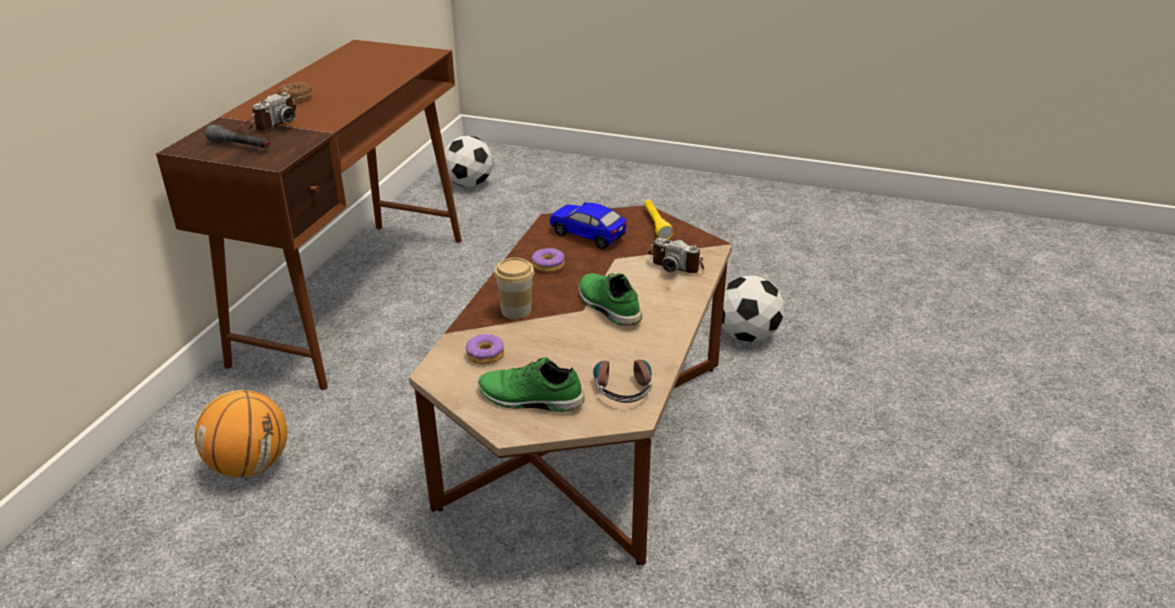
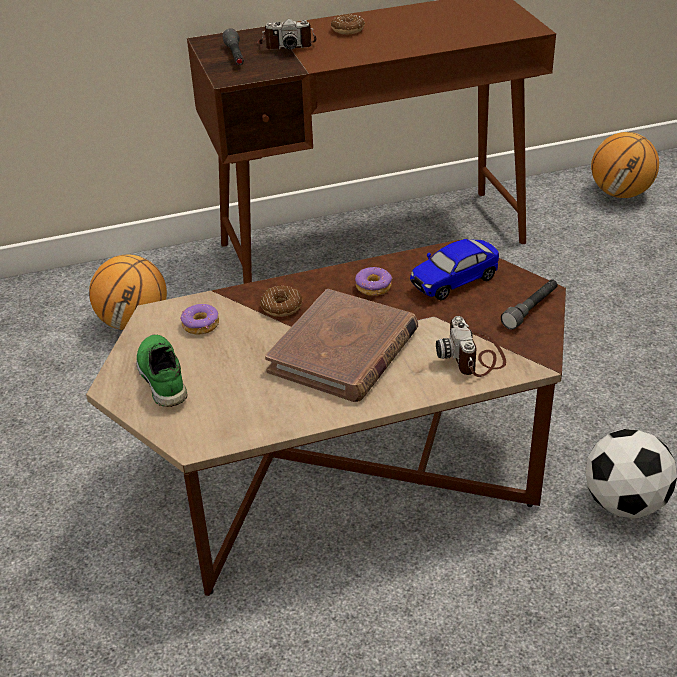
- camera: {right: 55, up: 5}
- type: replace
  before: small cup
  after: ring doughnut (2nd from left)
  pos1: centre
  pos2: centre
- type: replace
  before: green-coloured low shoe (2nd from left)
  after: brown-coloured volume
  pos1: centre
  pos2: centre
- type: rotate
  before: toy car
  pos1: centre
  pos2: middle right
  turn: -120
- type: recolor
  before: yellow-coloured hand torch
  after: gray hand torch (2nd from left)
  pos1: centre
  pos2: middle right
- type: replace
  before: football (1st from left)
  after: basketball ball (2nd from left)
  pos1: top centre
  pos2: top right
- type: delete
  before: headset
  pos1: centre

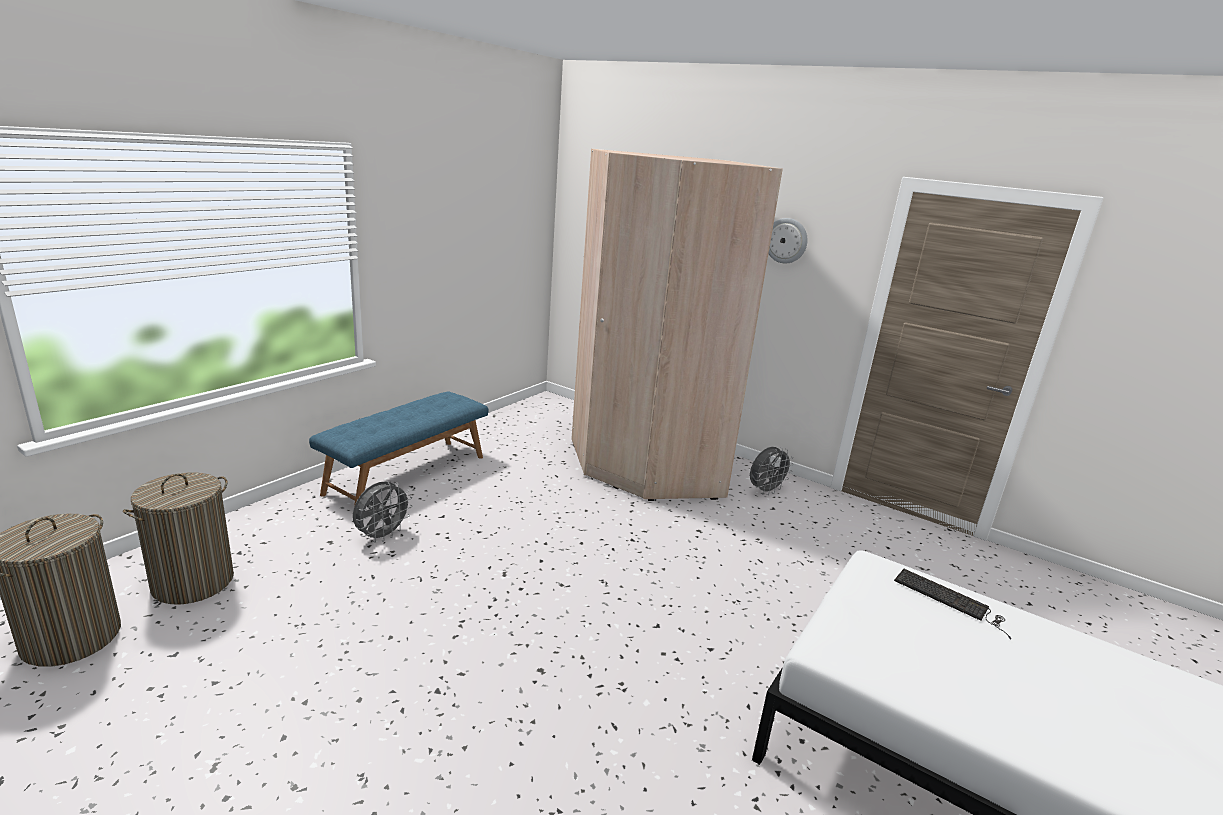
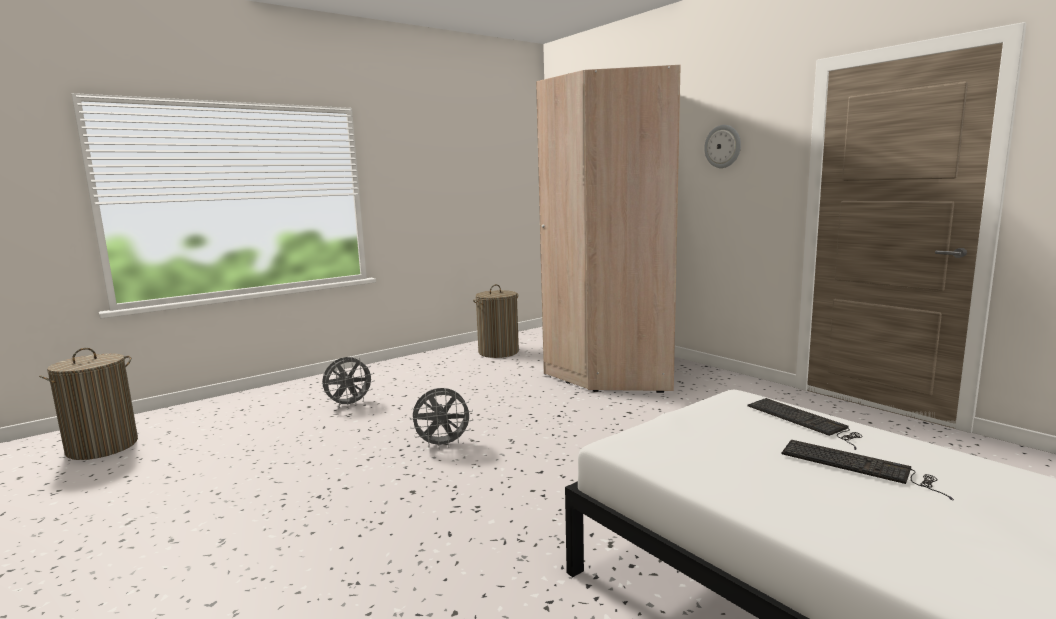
- camera: {right: 20, up: -10}
- type: move
  before: gray electric fan (2nd from left)
  pos1: centre
  pos2: bottom centre
- type: move
  before: washing basket (2nd from left)
  pos1: middle left
  pos2: centre
- type: insert
  after: keyboard (2nd from left)
  pos2: bottom right
- type: delete
  before: blue-coloured long seat
  pos1: middle left

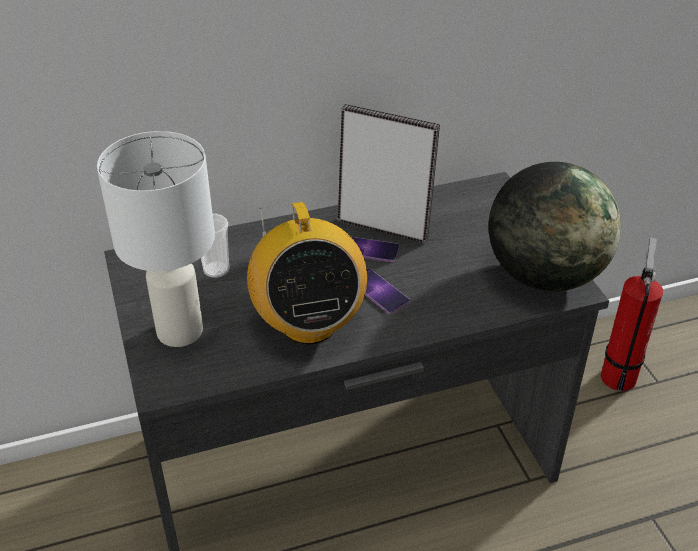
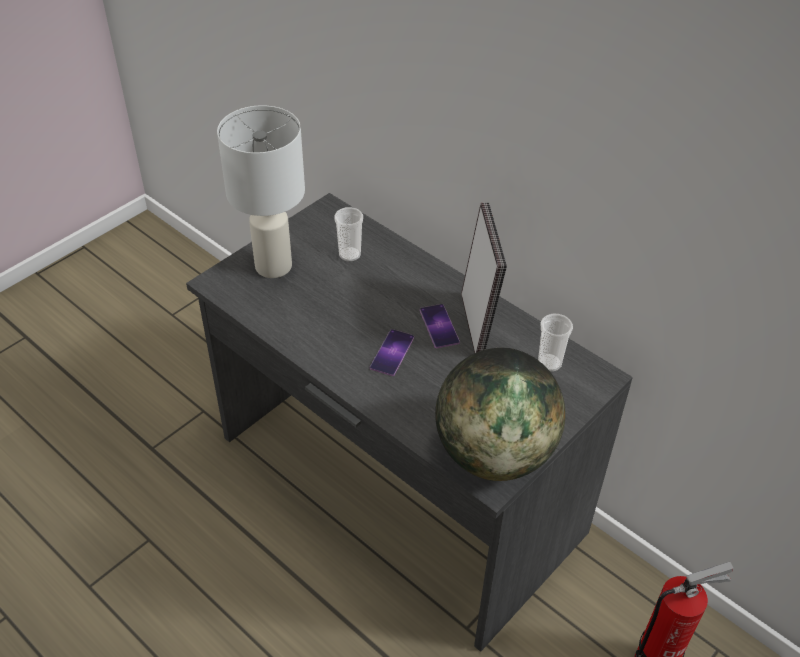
- camera: {right: 60, up: 5}
- type: insert
  after: small cup (2nd from left)
  pos2: middle right
- type: delete
  before: radio
  pos1: centre

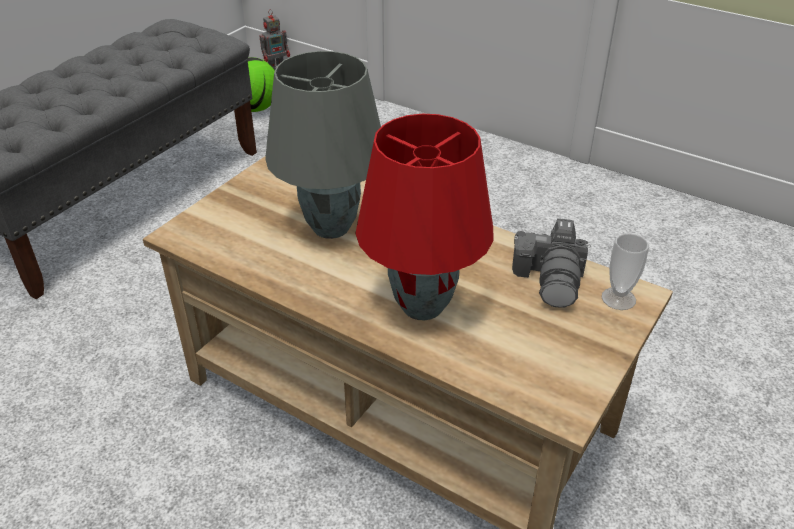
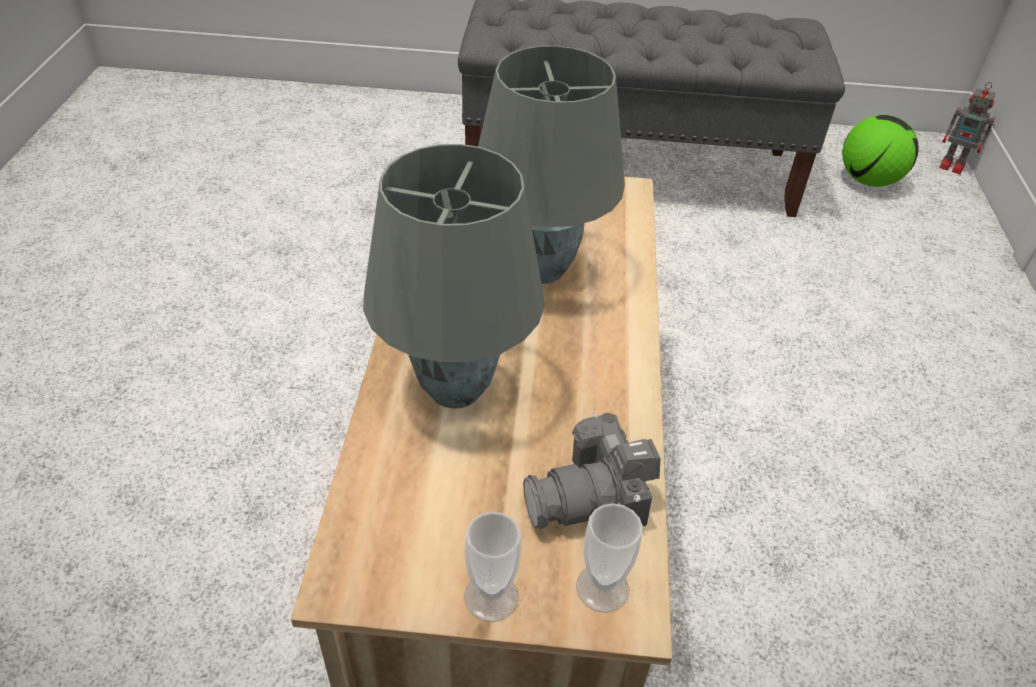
- camera: {right: 60, up: 5}
- type: recolor
  before: red lamp for a table
  after: gray lamp for a table (1st from left)
  pos1: centre
  pos2: centre
- type: insert
  after: small cup (1st from left)
  pos2: bottom centre

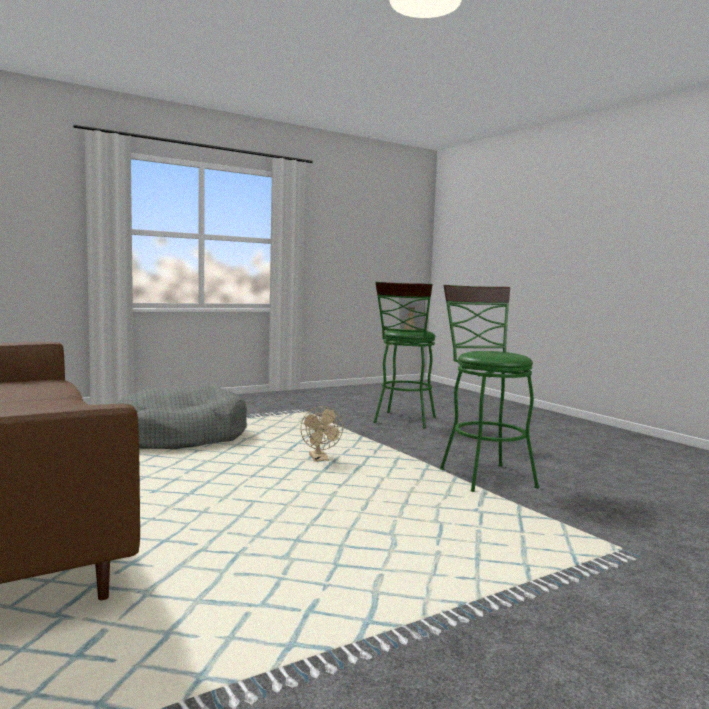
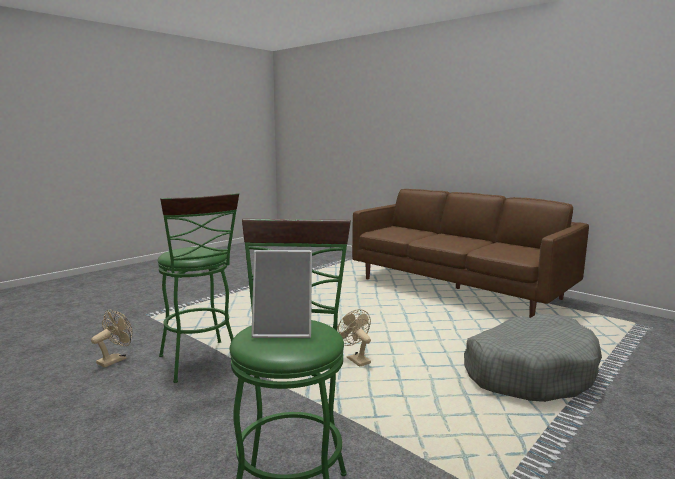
- camera: {right: 165, up: 5}
- type: insert
  after: beige-coloured electric fan (1st from left)
  pos2: bottom left

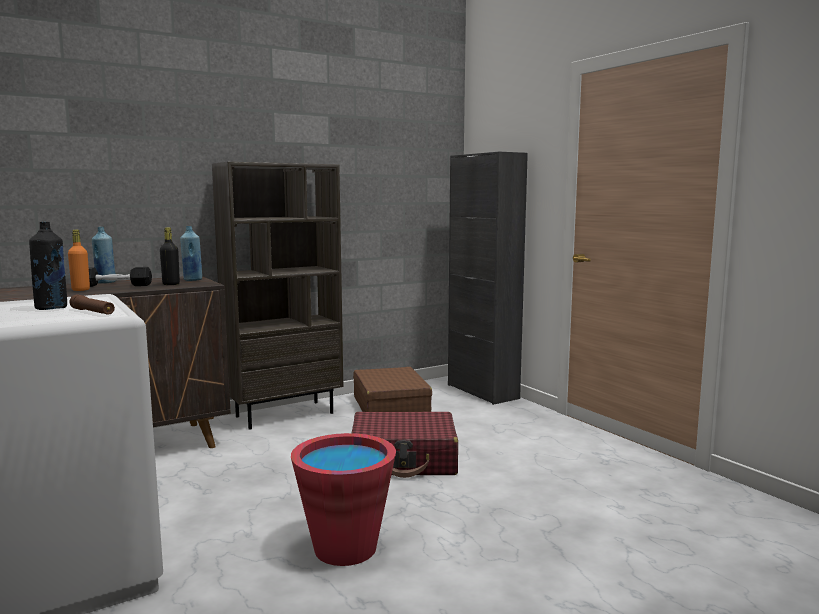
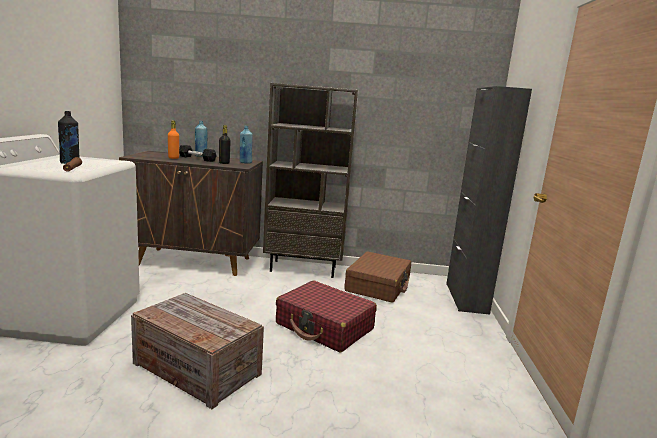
- camera: {right: 35, up: 5}
- type: replace
  before: red water bucket
  after: packing crate
  pos1: bottom centre
  pos2: bottom left

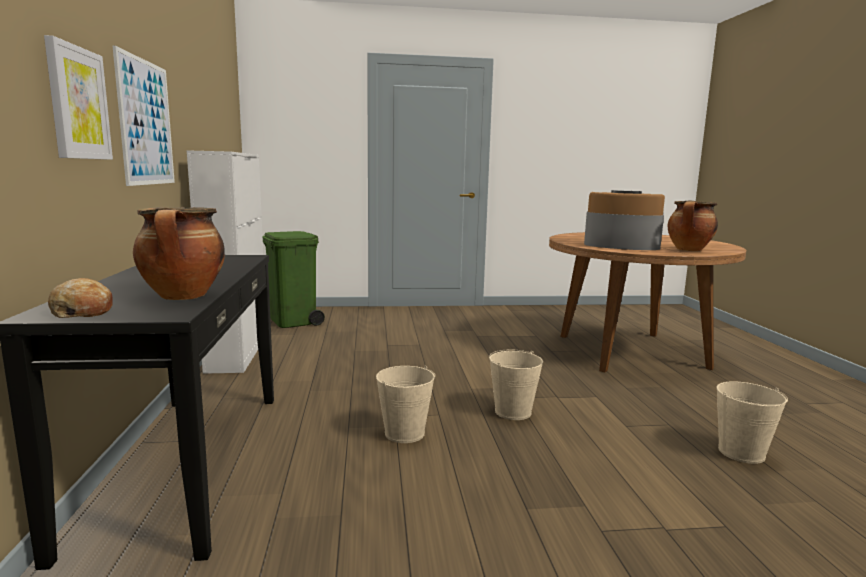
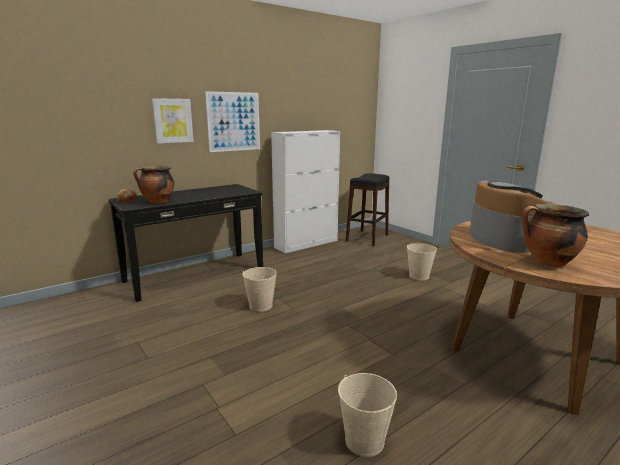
- camera: {right: 60, up: 5}
- type: replace
  before: green-coloured trash can
  after: black-coloured stool seat
  pos1: centre
  pos2: centre
- type: move
  before: beige-coloured water bucket (2nd from left in the first image)
  after: beige-coloured water bucket (3rd from left)
  pos1: bottom centre
  pos2: middle right

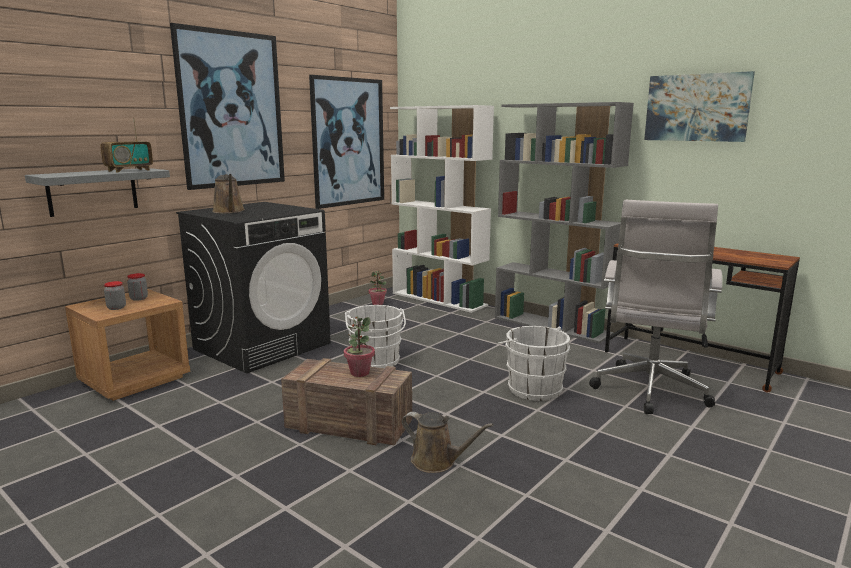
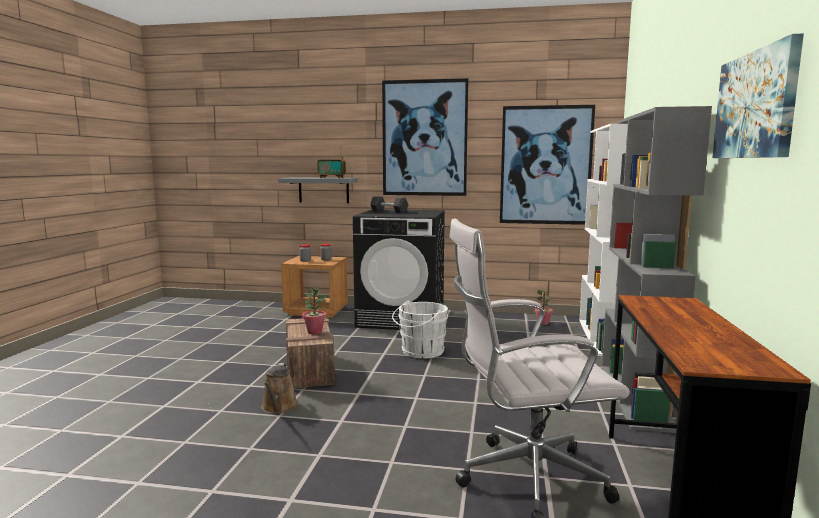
- camera: {right: 60, up: -5}
- type: replace
  before: brown-coloured watering can (1st from left)
  after: black-coloured hand weight
  pos1: middle left
  pos2: centre
- type: delete
  before: white water bucket (2nd from left)
  pos1: centre

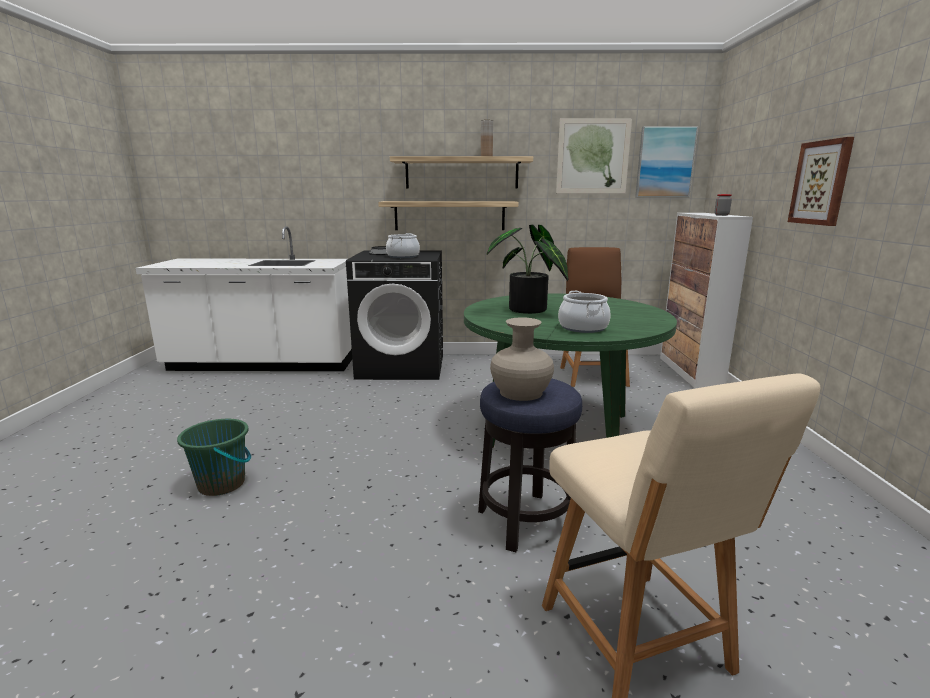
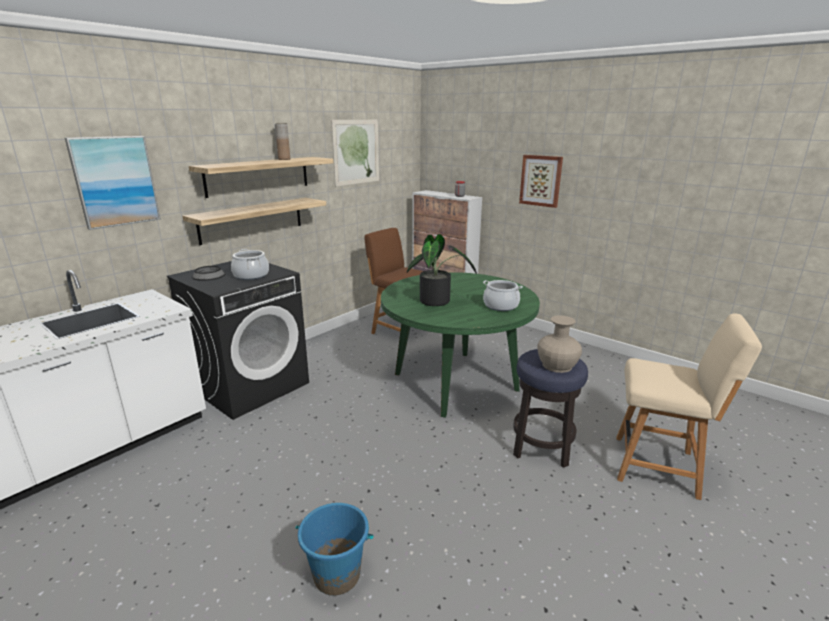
- camera: {right: -50, up: 5}
- type: move
  before: wall art (2nd from left in the first image)
  after: wall art (1st from left)
  pos1: top right
  pos2: top left
- type: recolor
  before: green-coloured water bucket
  after: blue-coloured water bucket
  pos1: middle left
  pos2: bottom centre

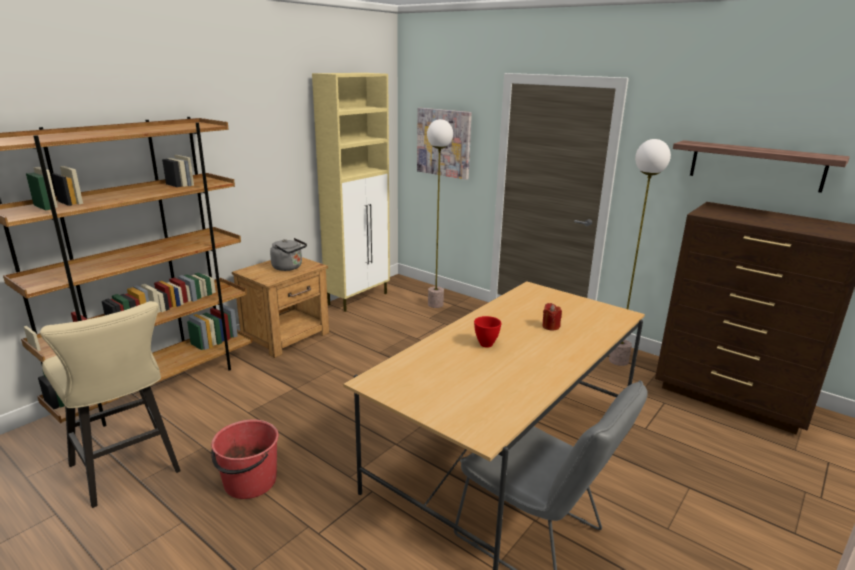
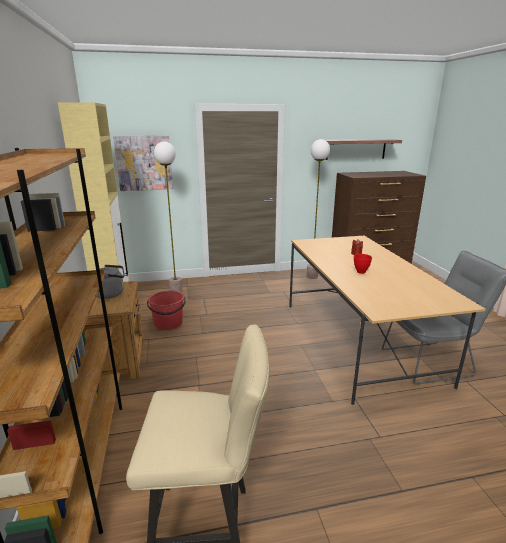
- camera: {right: -50, up: 0}
- type: move
  before: red water bucket
  pos1: bottom left
  pos2: middle left

